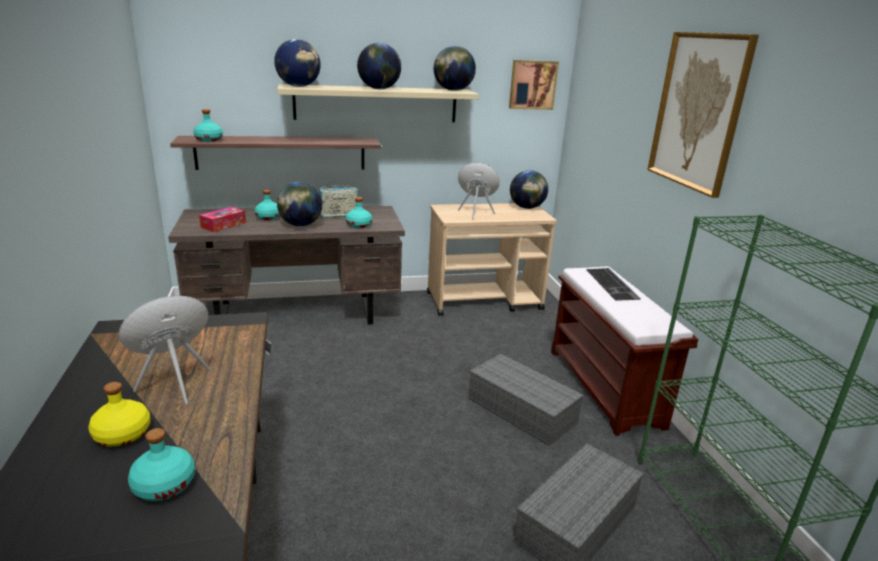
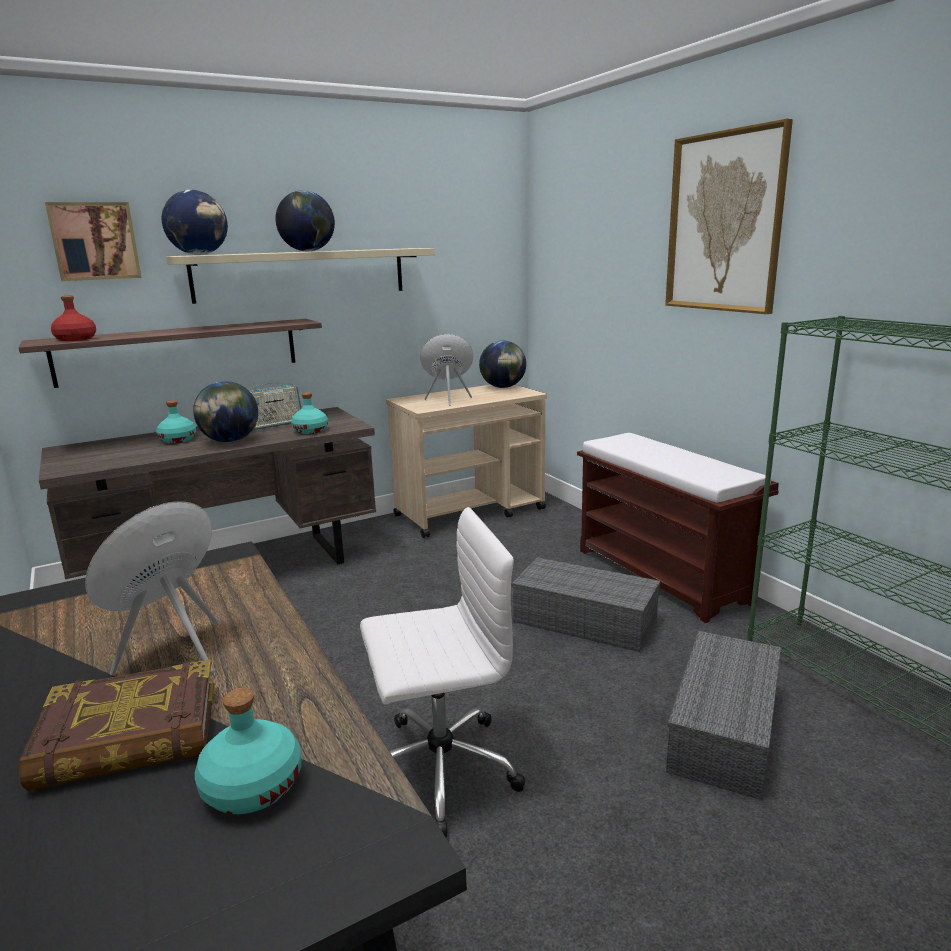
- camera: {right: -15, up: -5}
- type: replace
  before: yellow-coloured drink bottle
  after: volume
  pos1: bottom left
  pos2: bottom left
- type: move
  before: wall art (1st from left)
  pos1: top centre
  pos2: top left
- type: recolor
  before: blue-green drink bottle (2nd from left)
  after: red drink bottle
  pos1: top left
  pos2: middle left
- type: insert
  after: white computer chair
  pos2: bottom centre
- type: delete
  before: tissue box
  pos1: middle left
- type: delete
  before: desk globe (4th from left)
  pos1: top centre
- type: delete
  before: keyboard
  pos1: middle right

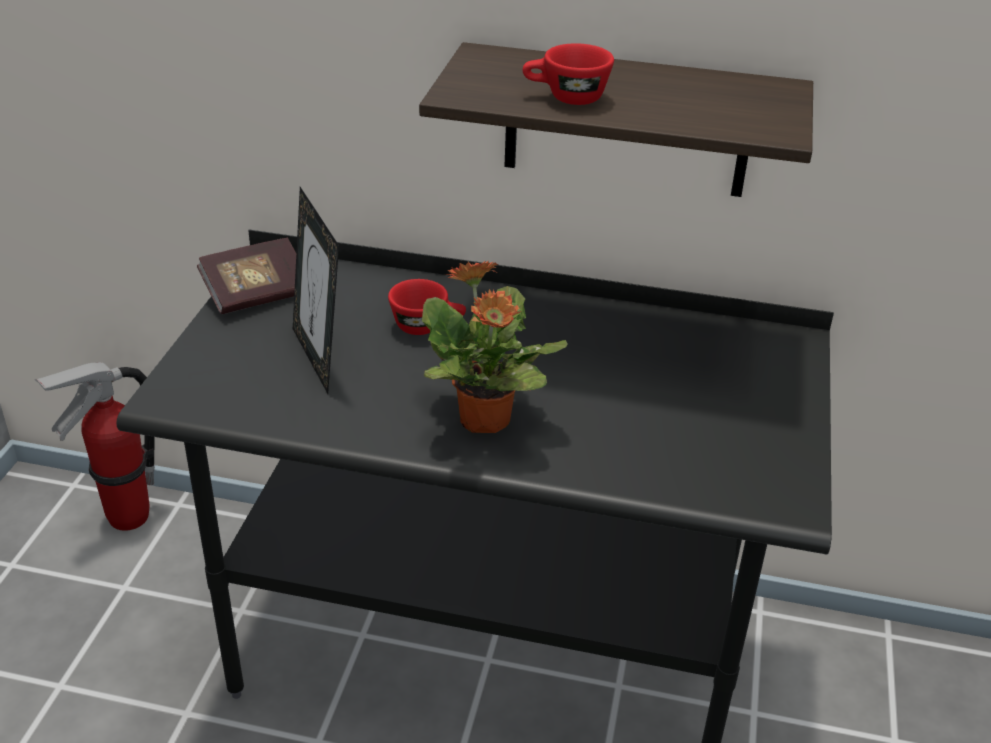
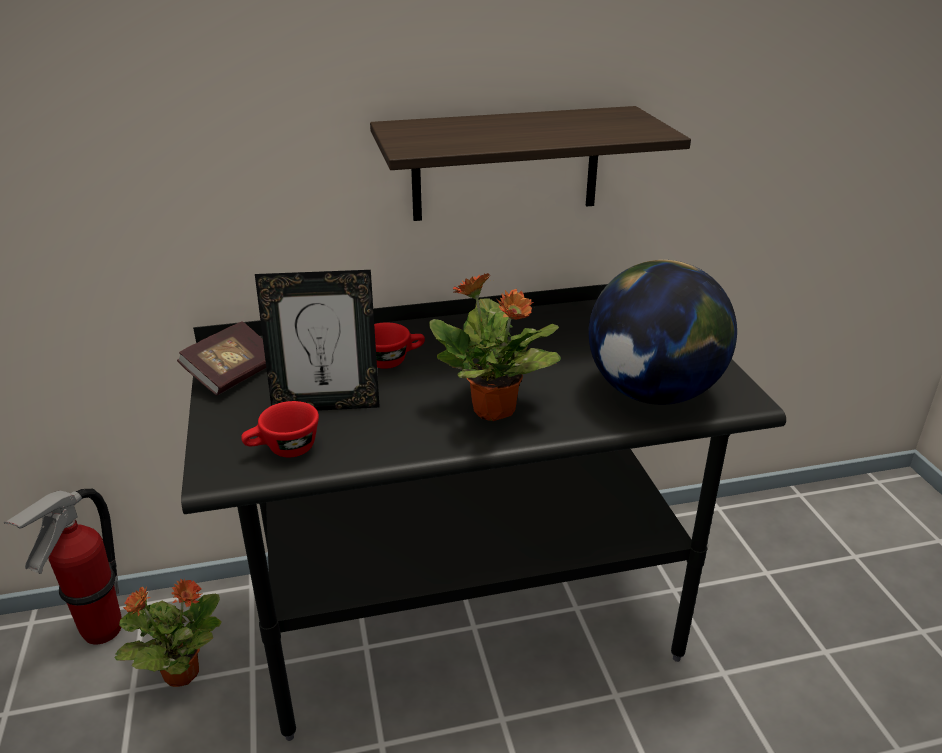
- camera: {right: -25, up: -5}
- type: insert
  after: plant in a pot (1st from left)
  pos2: bottom left
- type: move
  before: red small cup (2nd from left in the first image)
  after: red small cup (1st from left)
  pos1: top centre
  pos2: middle left
- type: rotate
  before: standing frame
  pos1: middle left
  pos2: centre
  turn: -45
- type: insert
  after: desk globe
  pos2: middle right

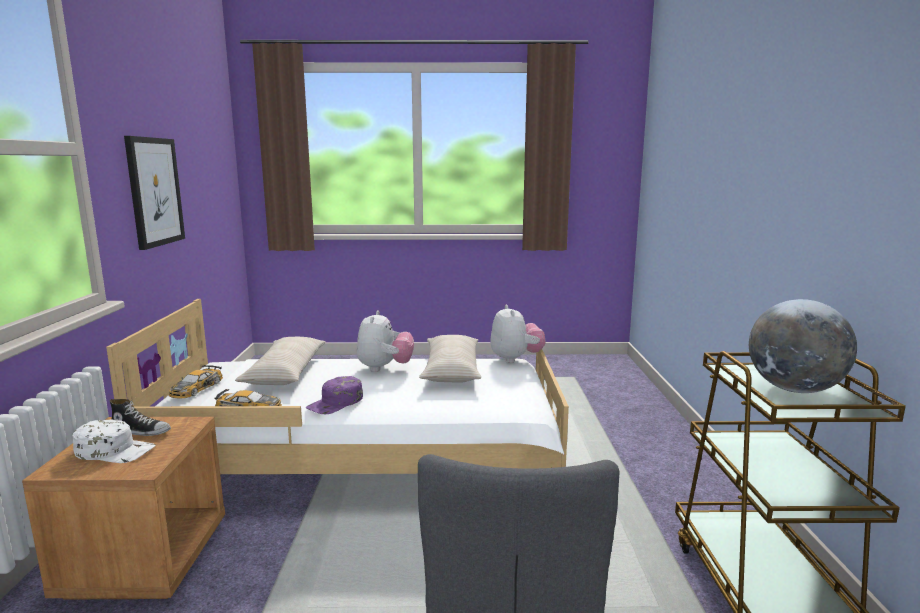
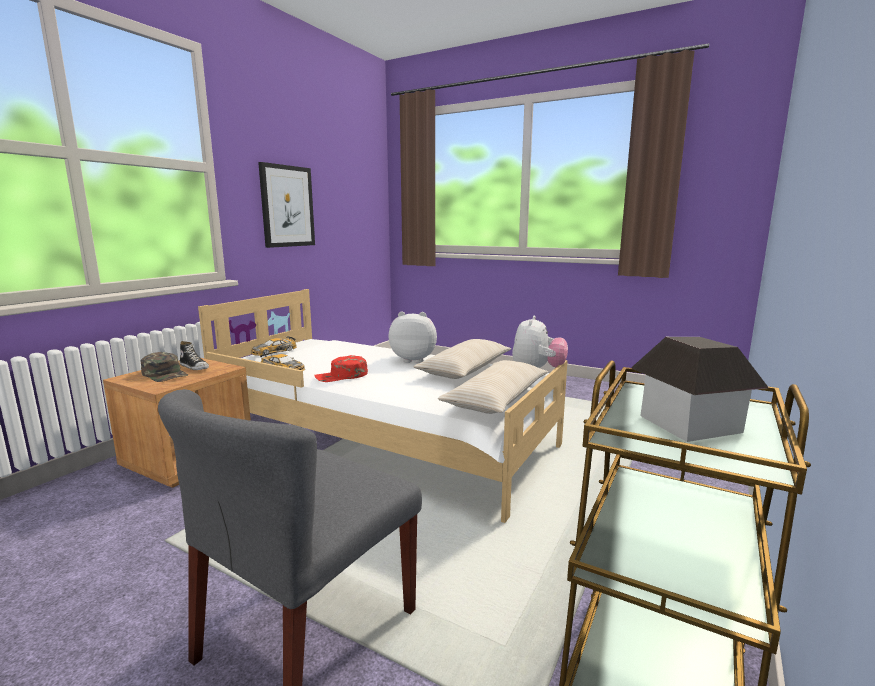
- camera: {right: 30, up: 0}
- type: recolor
  before: white baseball cap
  after: green-coloured baseball cap
  pos1: bottom left
  pos2: middle left
- type: recolor
  before: purple baseball cap
  after: red baseball cap
  pos1: centre
  pos2: centre
- type: rotate
  before: soft toy (1st from left)
  pos1: centre
  pos2: centre
  turn: -120
- type: move
  before: beige-coloured cushion (1st from left in the first image)
  after: beige-coloured cushion (2nd from left)
  pos1: middle left
  pos2: centre
- type: replace
  before: desk globe
  after: model house
  pos1: middle right
  pos2: middle right

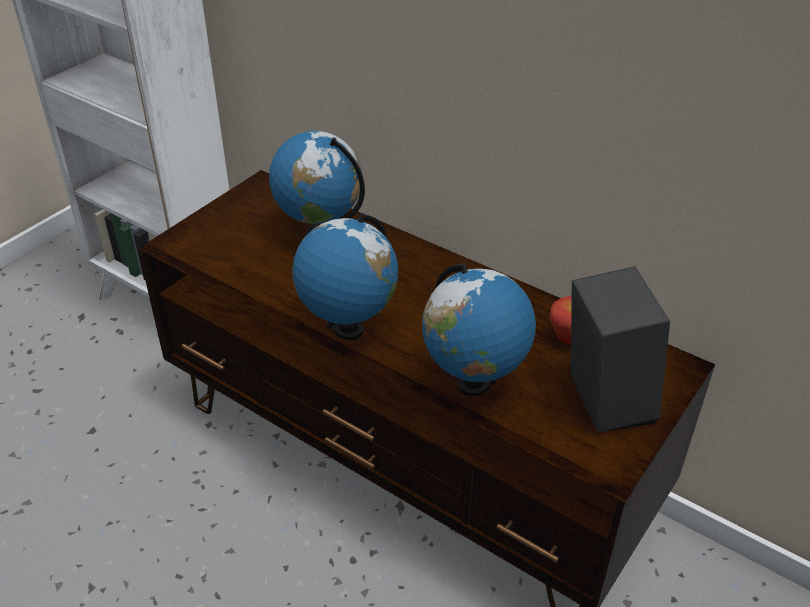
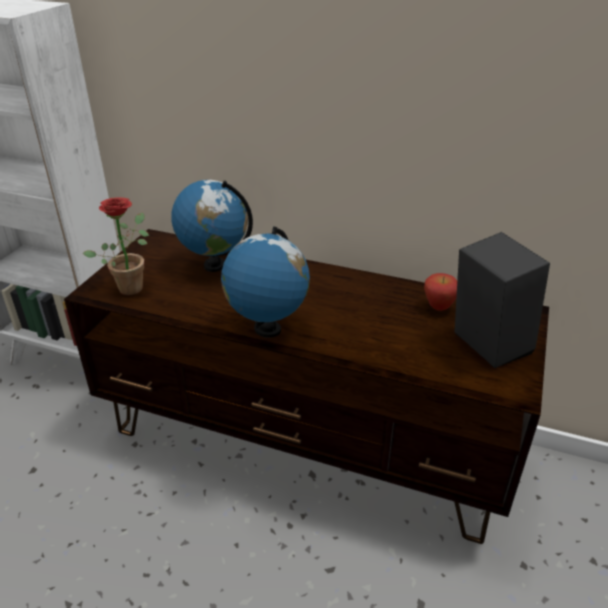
- camera: {right: -15, up: -5}
- type: insert
  after: plant in a pot
  pos2: middle left
- type: delete
  before: desk globe (3rd from left)
  pos1: centre

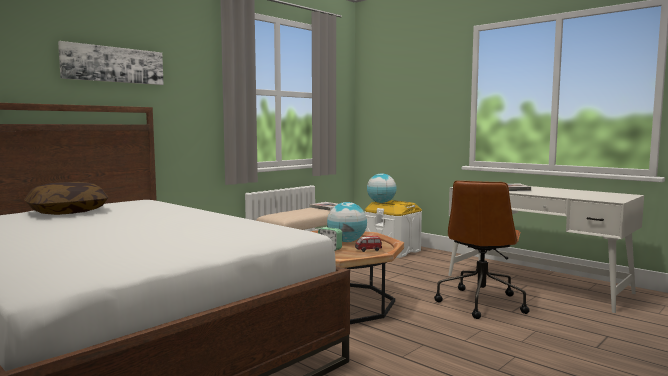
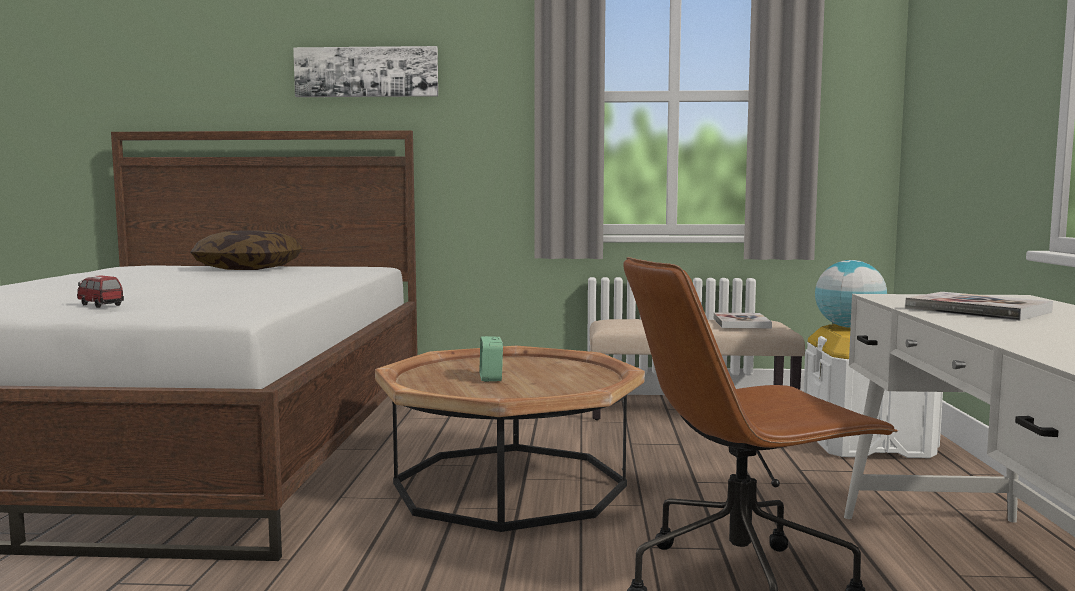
- camera: {right: 50, up: 0}
- type: move
  before: toy car
  pos1: centre
  pos2: middle left
- type: delete
  before: desk globe (1st from left)
  pos1: centre

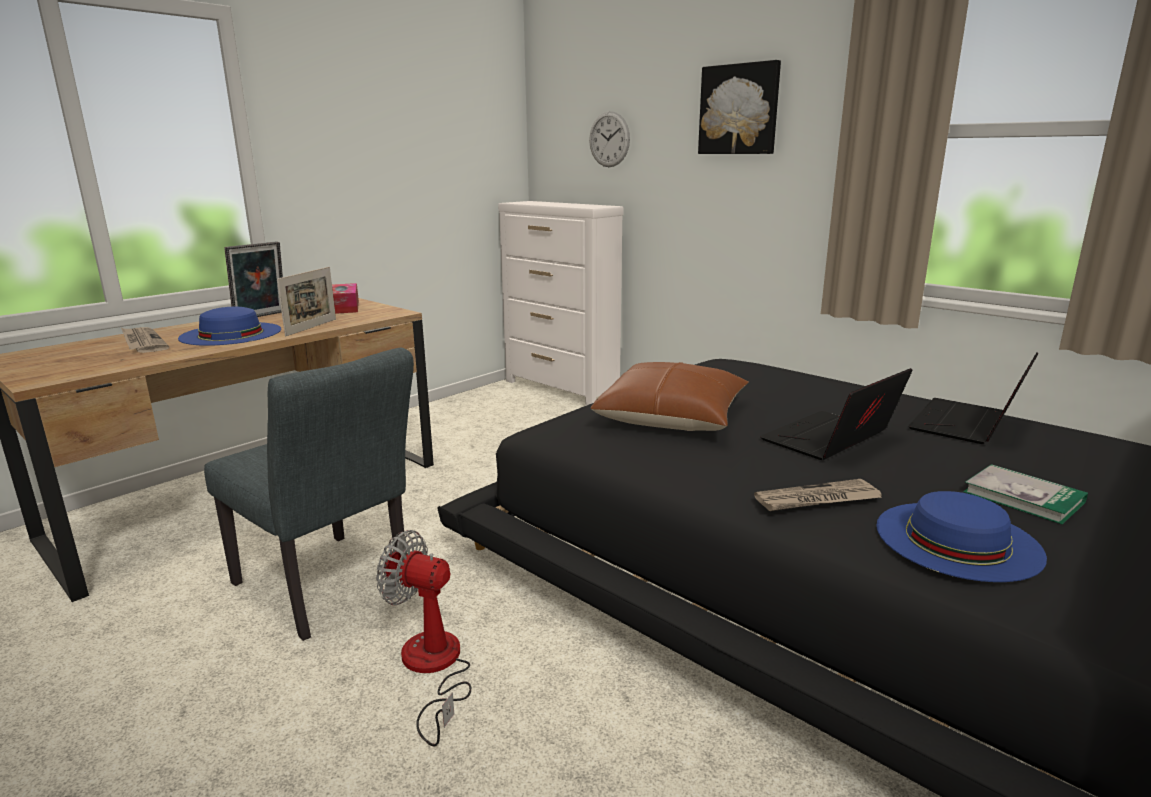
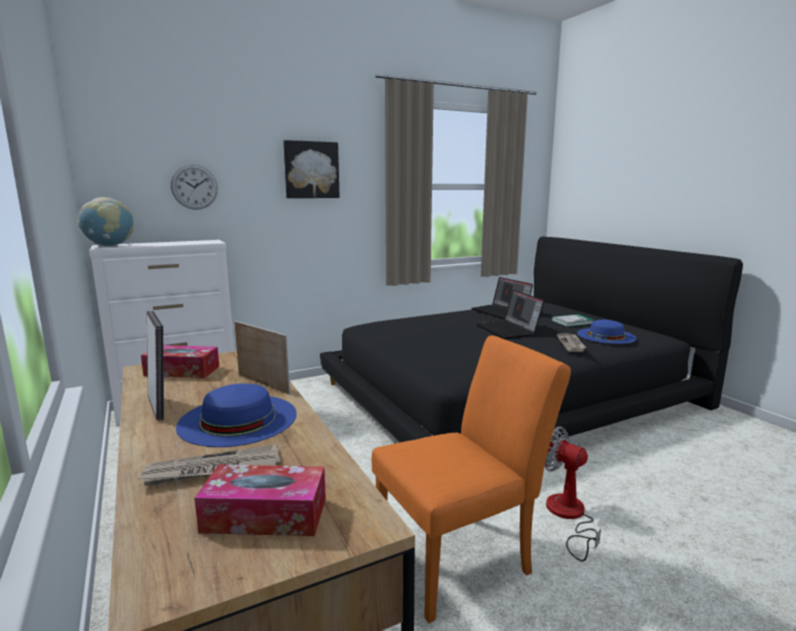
- camera: {right: -70, up: -5}
- type: insert
  after: desk globe
  pos2: middle left
- type: insert
  after: tissue box (2nd from left)
  pos2: bottom left
- type: recolor
  before: gray chair
  after: orange chair
  pos1: middle left
  pos2: bottom centre
- type: rotate
  before: electric fan
  pos1: bottom centre
  pos2: bottom right
  turn: 90
- type: delete
  before: brown-coloured cushion
  pos1: centre

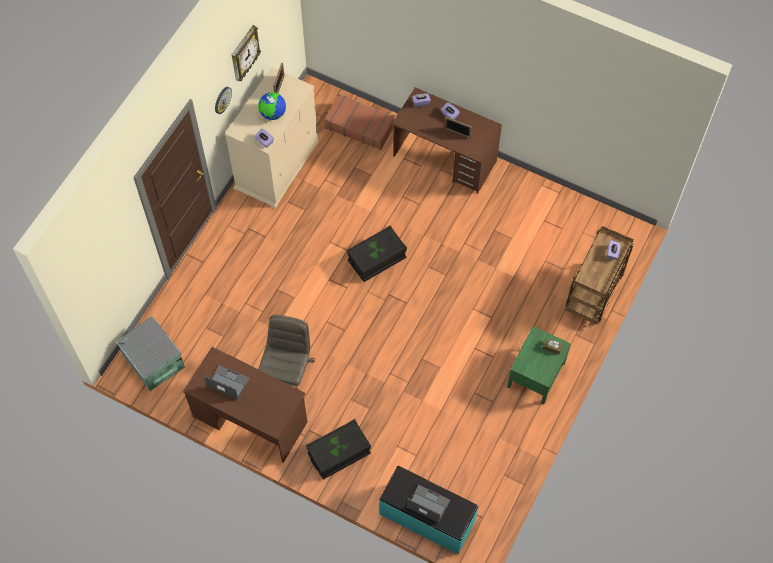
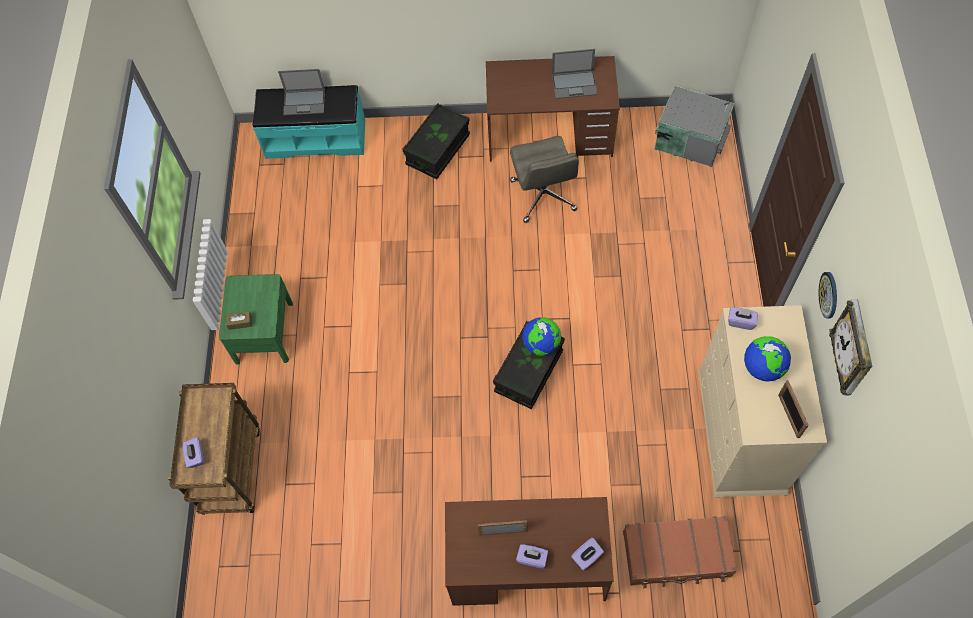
- camera: {right: 155, up: 0}
- type: insert
  after: desk globe (1st from left)
  pos2: centre

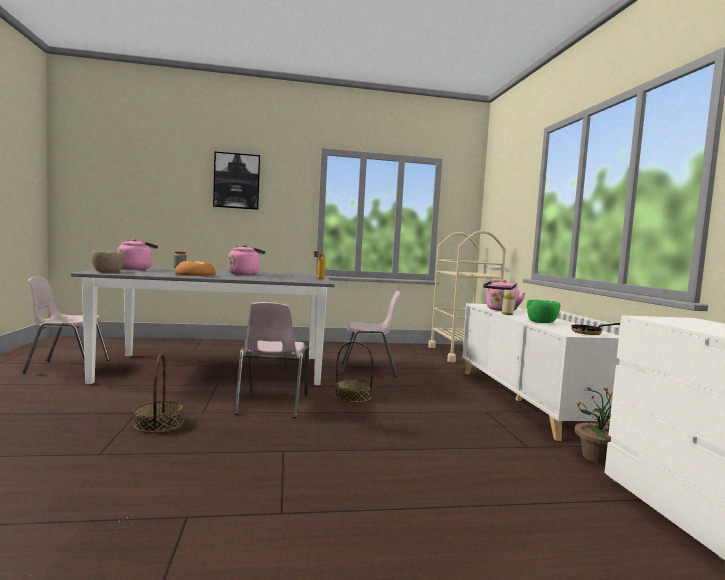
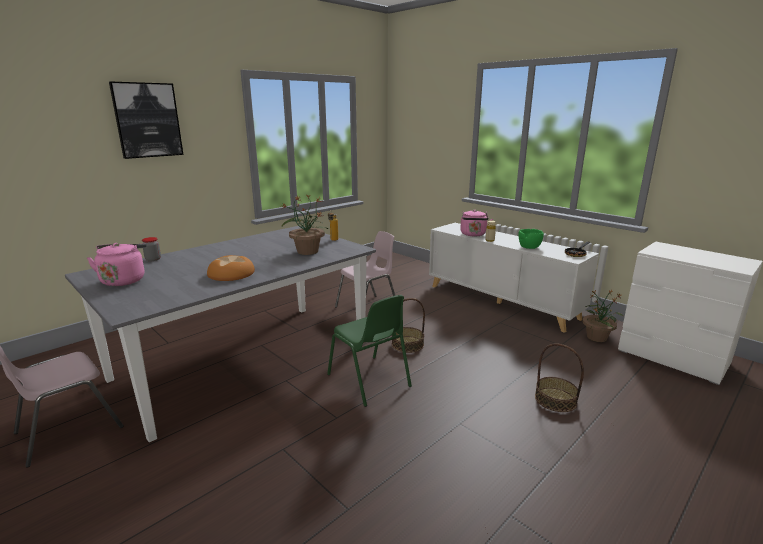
- camera: {right: -35, up: 15}
- type: insert
  after: plant in a pot (1st from left)
  pos2: centre
- type: recolor
  before: pink-coloured chair (2nd from left)
  after: green-coloured chair
  pos1: centre
  pos2: centre
- type: move
  before: storage basket (1st from left in the first image)
  after: storage basket (2nd from left)
  pos1: bottom left
  pos2: bottom right
- type: delete
  before: brown-coloured serving bowl
  pos1: middle left
- type: delete
  before: pink-coloured water kettle (2nd from left)
  pos1: centre
- type: delete
  before: beige-coloured cart
  pos1: centre

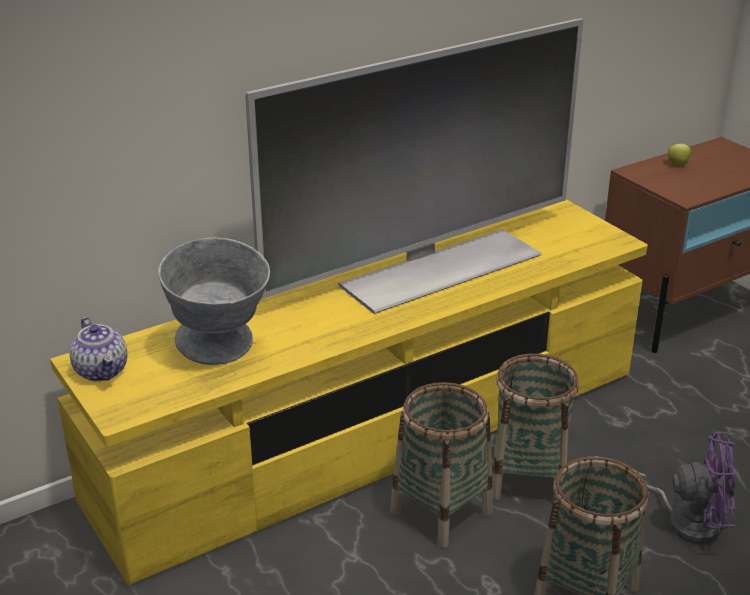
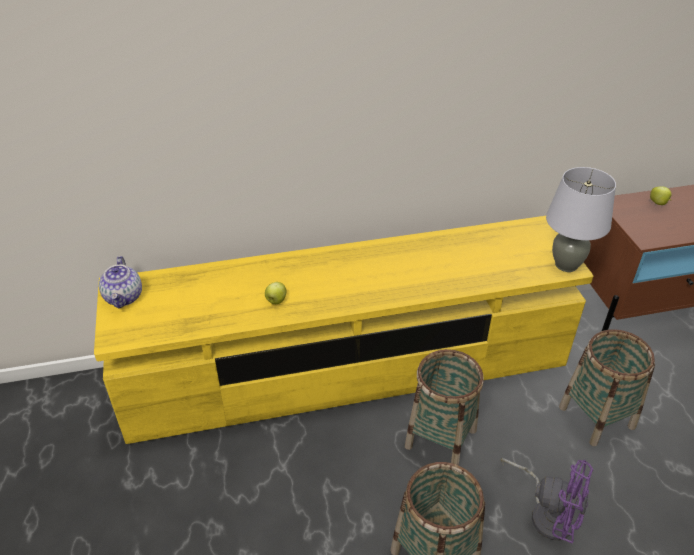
- camera: {right: 20, up: 10}
- type: insert
  after: apple fruit (1st from left)
  pos2: centre
- type: insert
  after: gray lamp for a table
  pos2: middle right
- type: move
  before: storage basket (1st from left in the first image)
  after: storage basket (3rd from left)
  pos1: bottom centre
  pos2: bottom right
- type: delete
  before: gray serving bowl
  pos1: middle left
- type: delete
  before: television
  pos1: top centre

